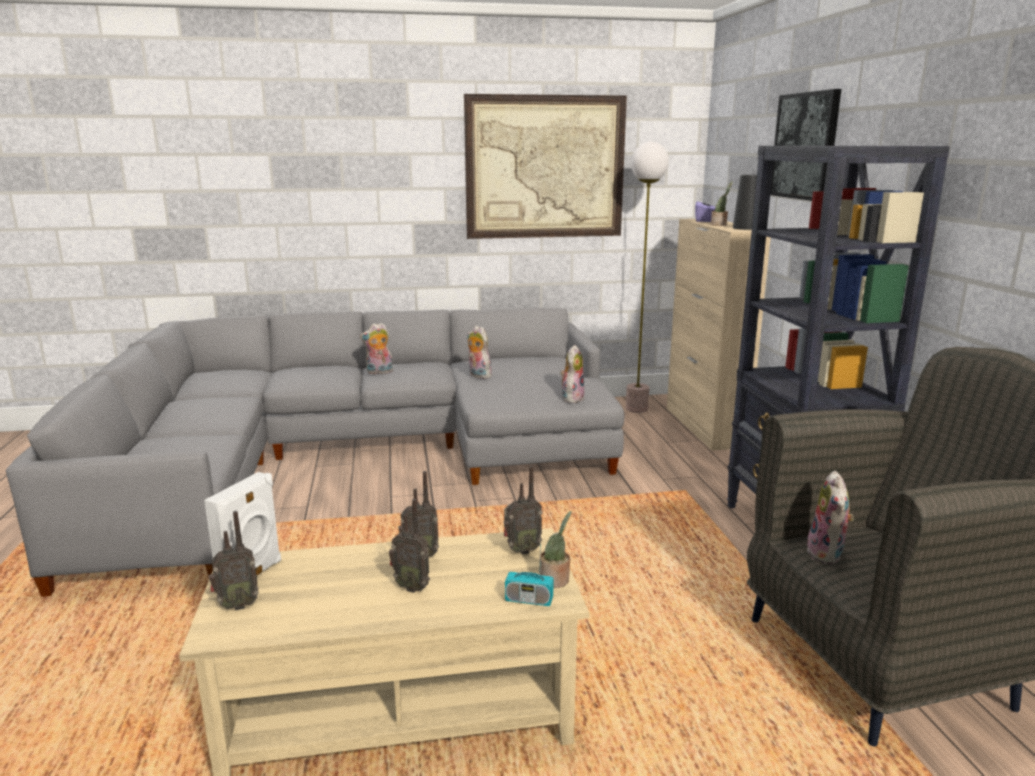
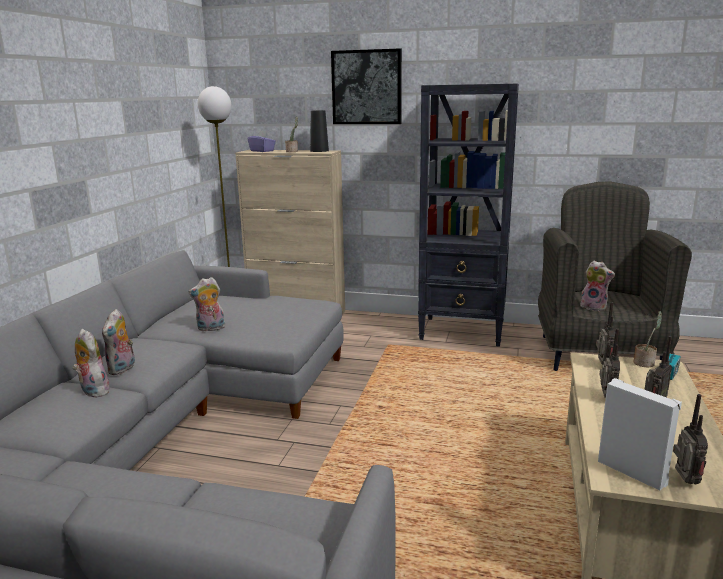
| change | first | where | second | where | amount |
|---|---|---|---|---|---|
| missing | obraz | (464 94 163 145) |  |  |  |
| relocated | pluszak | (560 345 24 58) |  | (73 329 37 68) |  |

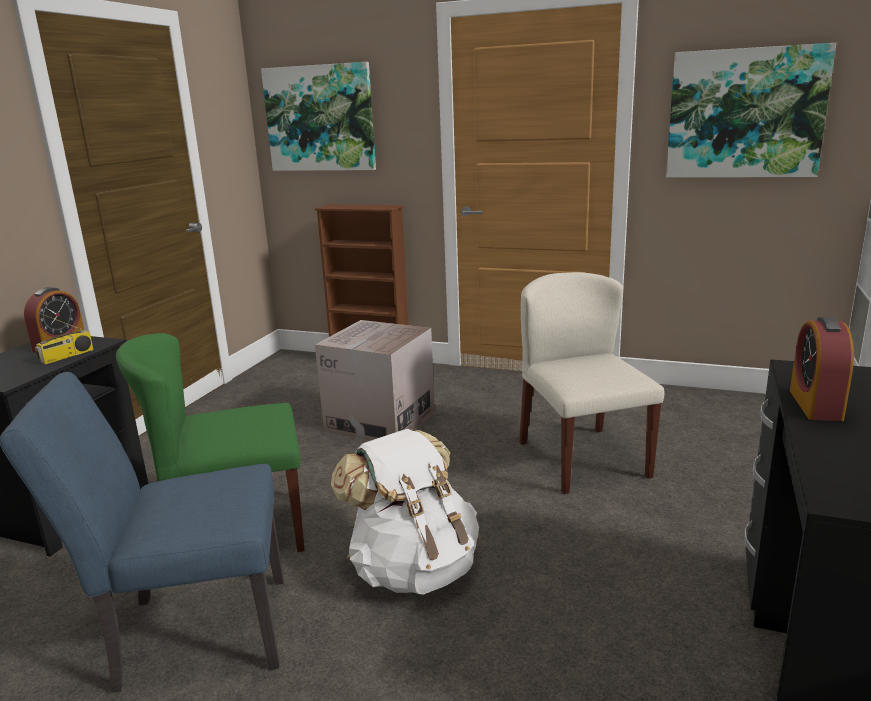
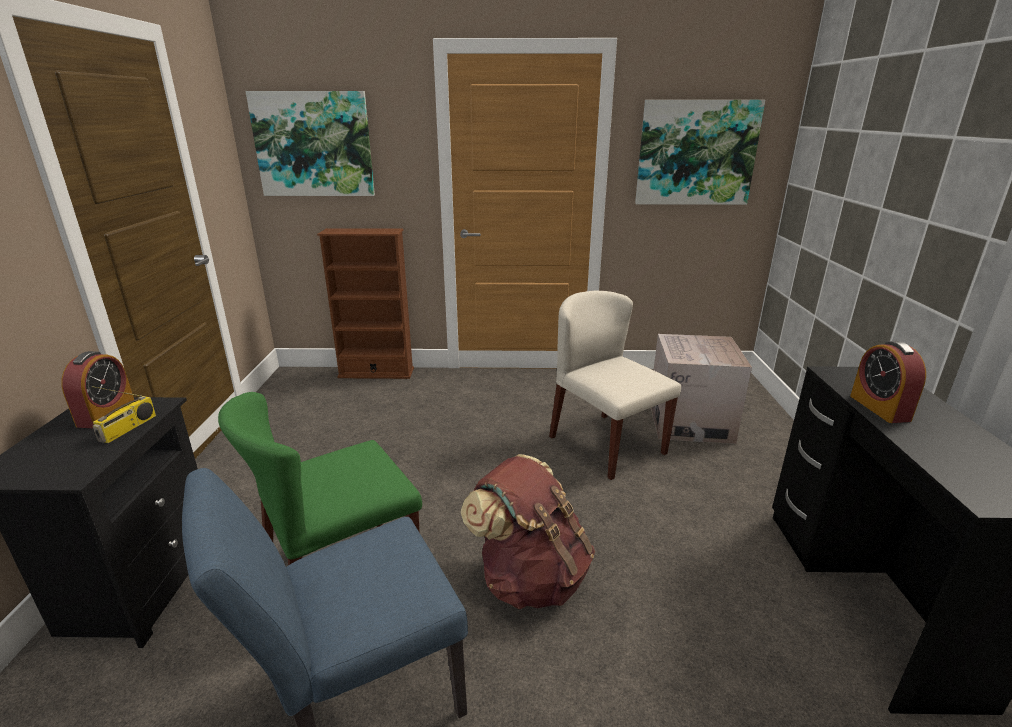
| change | first | where | second | where | amount |
|---|---|---|---|---|---|
| relocated | karton | (315 320 120 121) |  | (651 334 101 110) |  |
| colour | plecak [biały] | (331 429 148 166) | plecak [brązowy] | (460 454 135 155) |  |

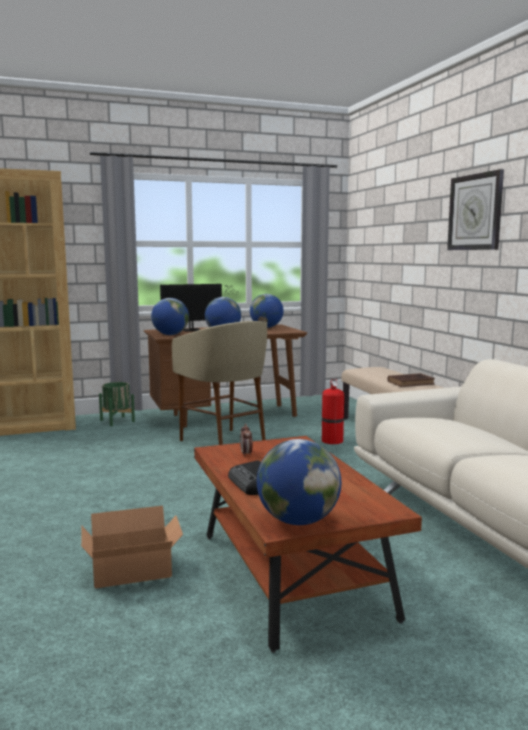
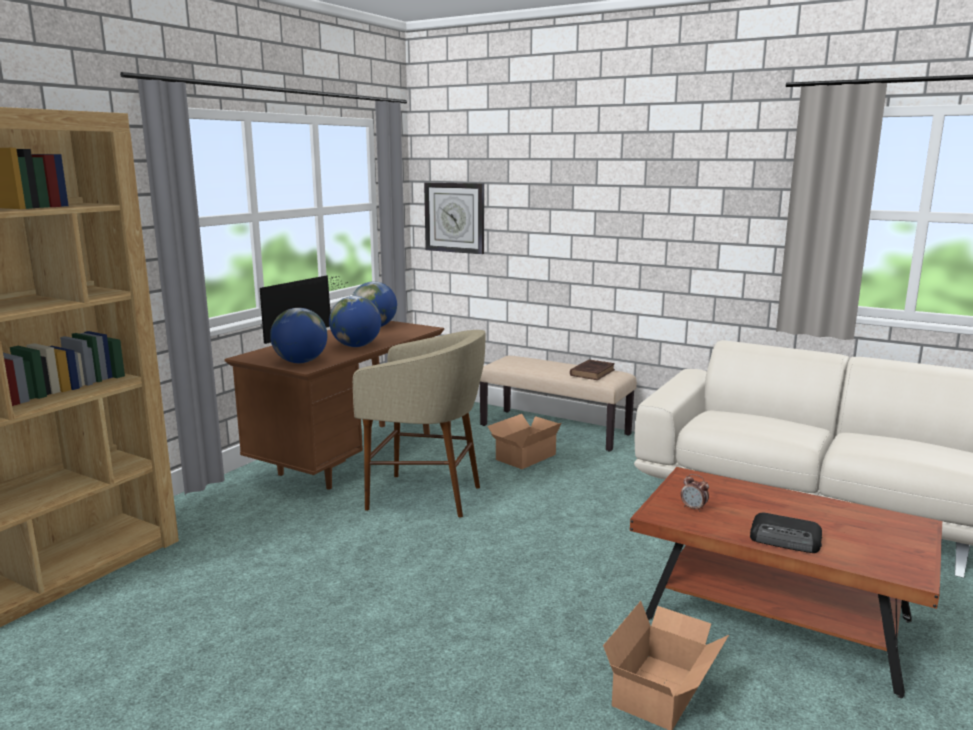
| change | first | where | second | where | amount |
|---|---|---|---|---|---|
| missing | donica [zielony] | (99 382 36 44) |  |  |  |
| missing | globus | (257 439 84 86) |  |  |  |
| relocated | zegar ścienny | (447 169 57 81) |  | (424 182 60 72) |  |
| exchanged | gaśnica | (322 379 22 65) | karton | (487 414 75 55) |  |

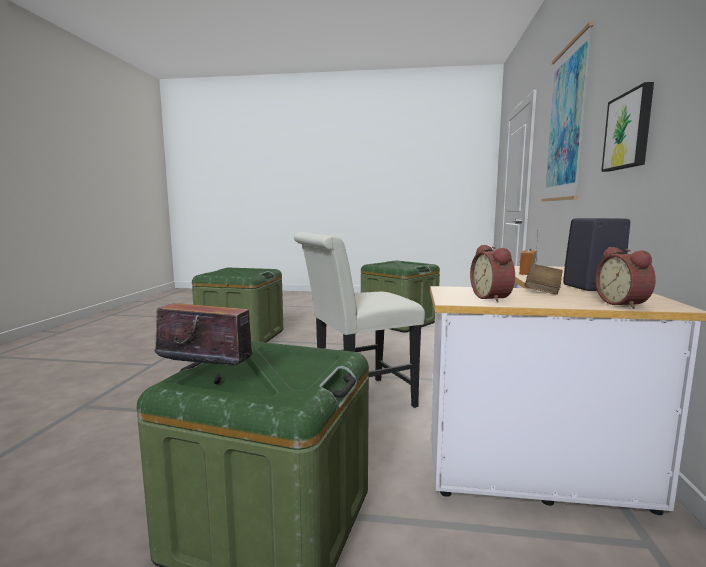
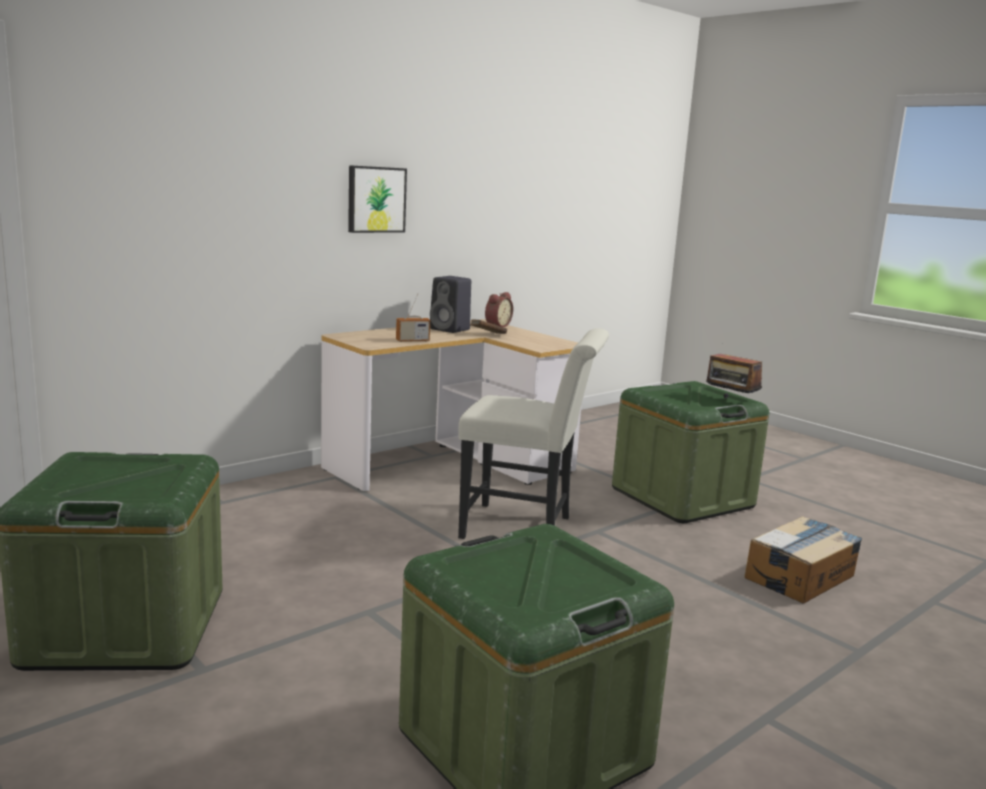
| change | first | where | second | where | amount |
|---|---|---|---|---|---|
| missing | budzik | (470 245 45 57) |  |  |  |
| missing | obraz | (541 22 53 179) |  |  |  |
| appeared |  |  | karton | (744 516 118 88) |  |

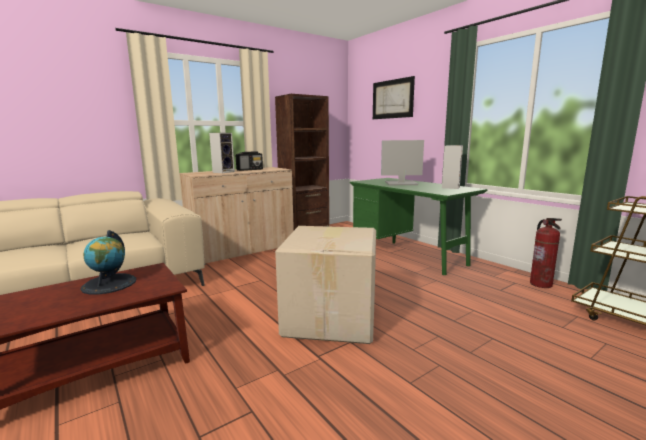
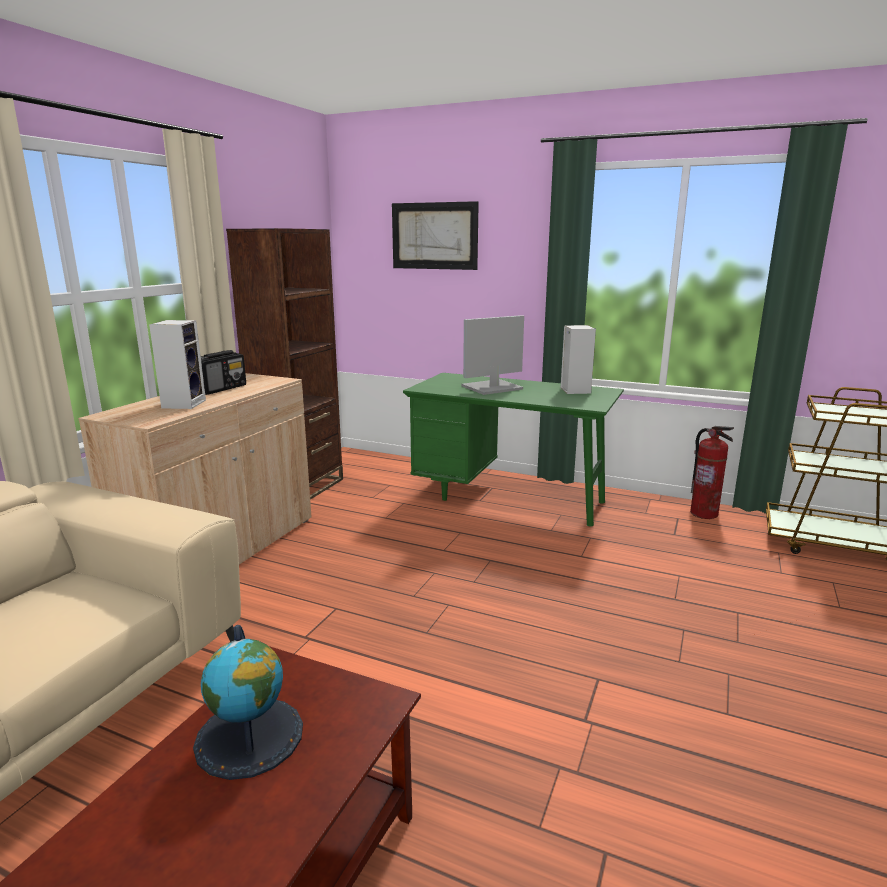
| change | first | where | second | where | amount |
|---|---|---|---|---|---|
| missing | karton | (275 226 101 118) |  |  |  |

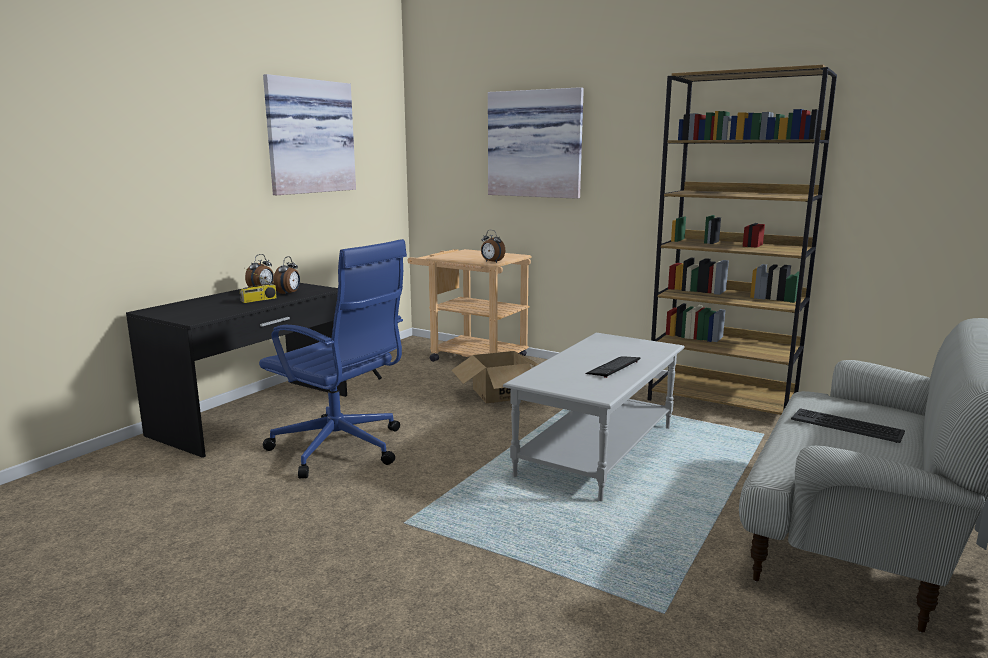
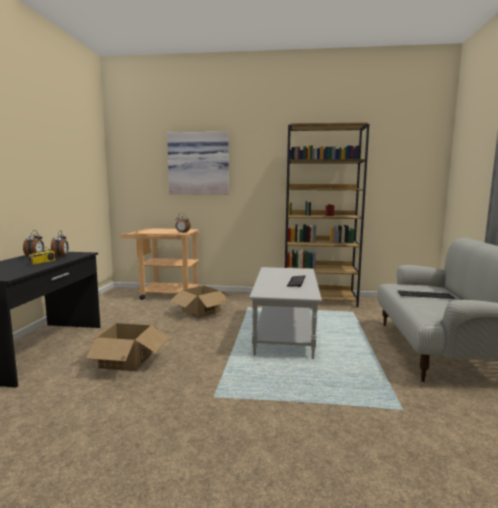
| change | first | where | second | where | amount |
|---|---|---|---|---|---|
| missing | obraz | (263 74 93 121) |  |  |  |
| exchanged | krzesło biurowe [niebieski] | (259 239 148 240) | karton | (78 323 92 48) |  |

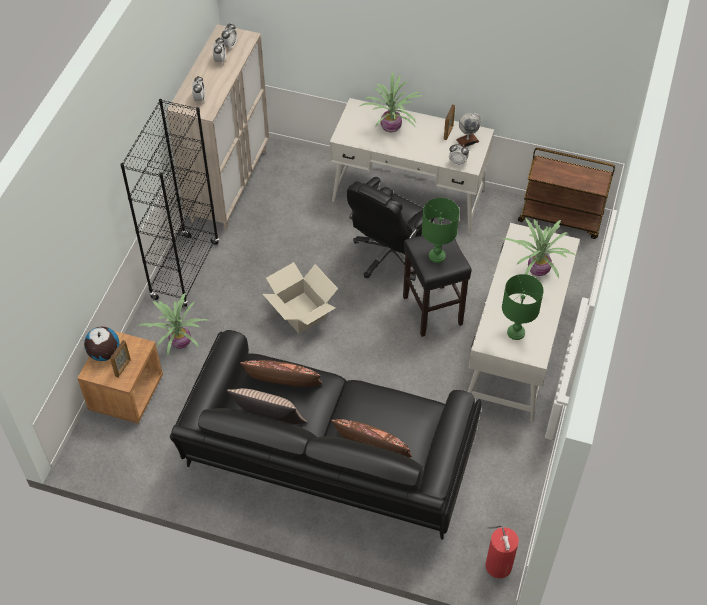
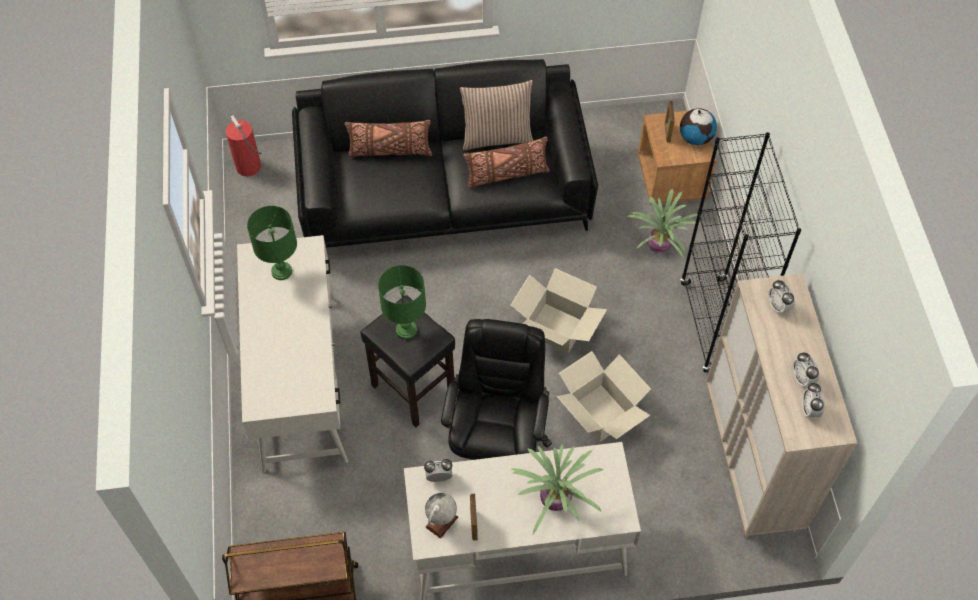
| change | first | where | second | where | amount |
|---|---|---|---|---|---|
| missing | roślina doniczkowa | (502 218 73 60) |  |  |  |
| appeared |  |  | karton | (557 351 94 91) |  |

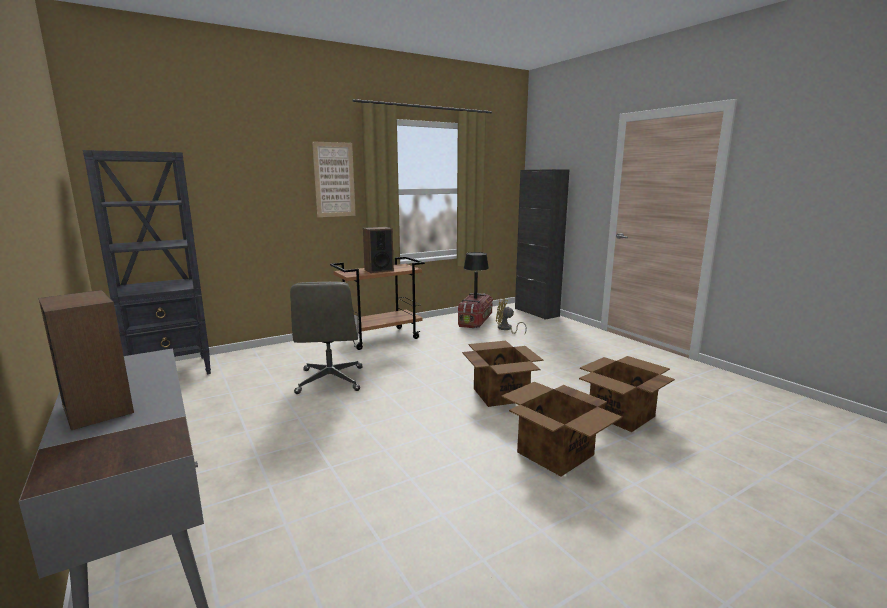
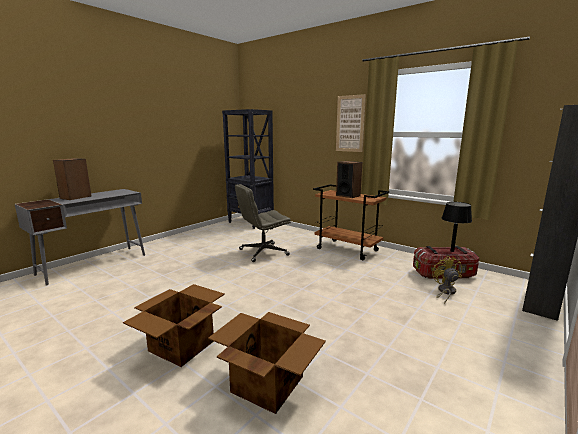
| change | first | where | second | where | amount |
|---|---|---|---|---|---|
| missing | karton | (462 341 81 66) |  |  |  |

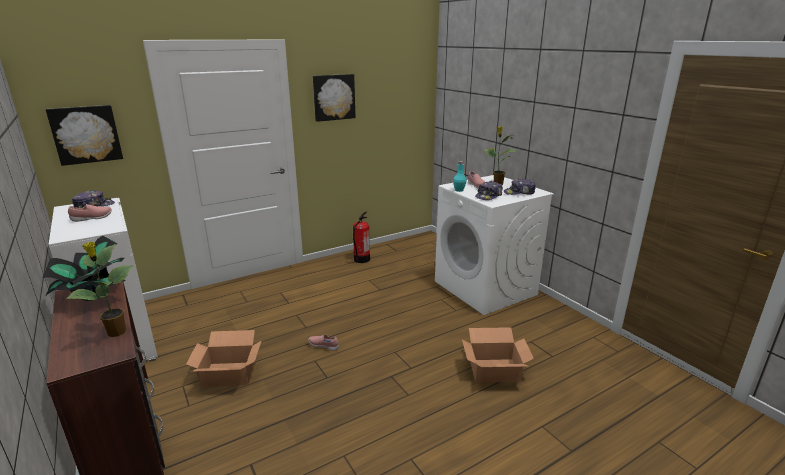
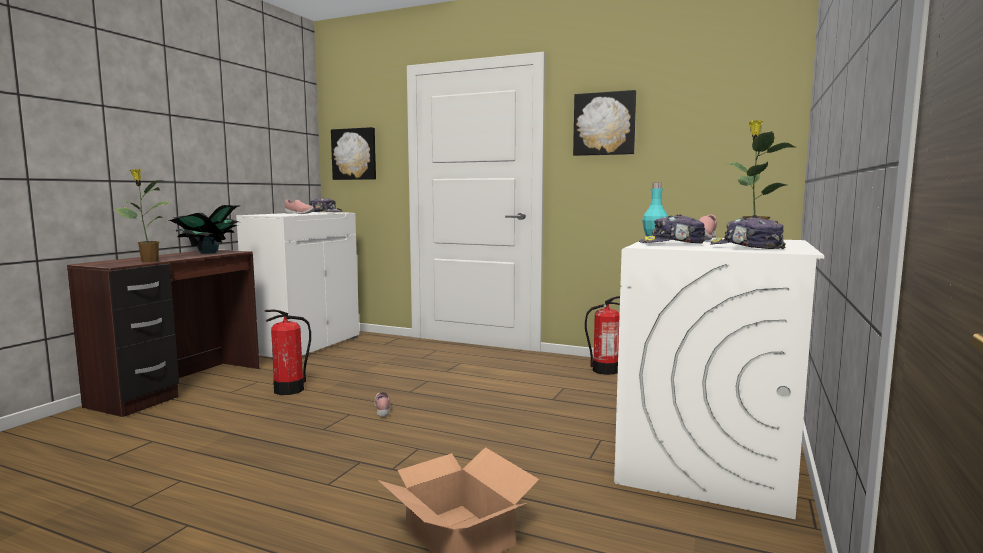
| change | first | where | second | where | amount |
|---|---|---|---|---|---|
| exchanged | karton | (186 330 75 57) | gaśnica | (265 310 46 85) |  |

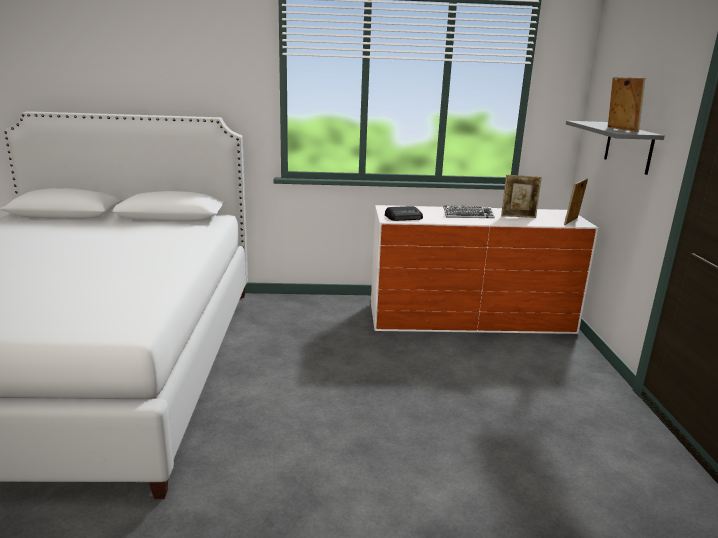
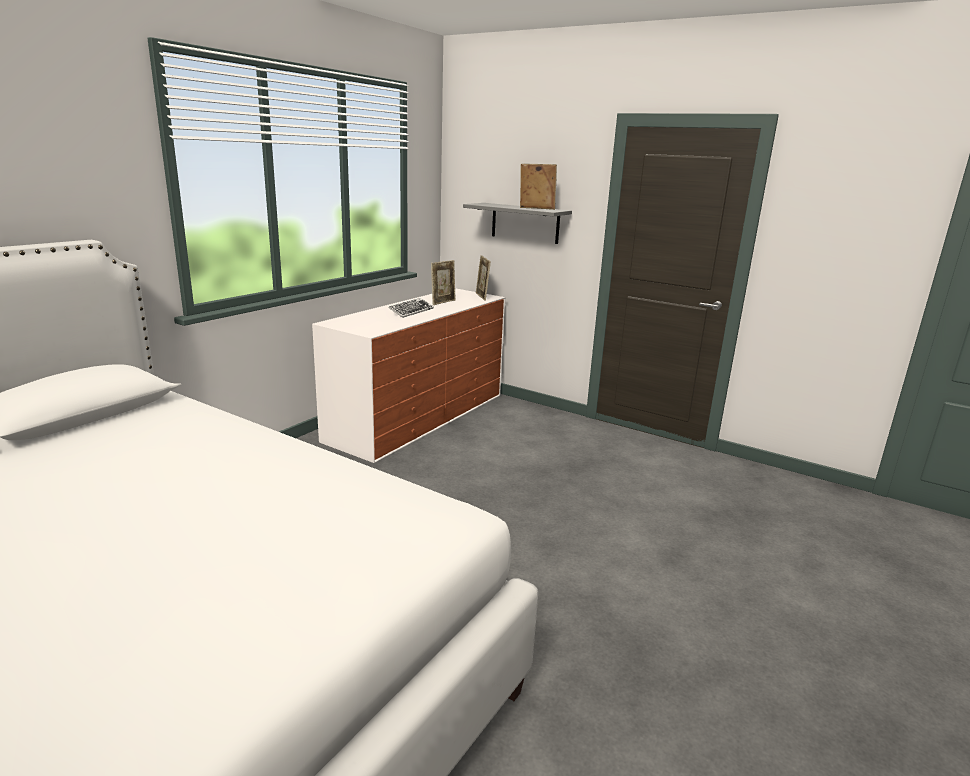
| change | first | where | second | where | amount |
|---|---|---|---|---|---|
| missing | radio | (385 206 38 15) |  |  |  |

